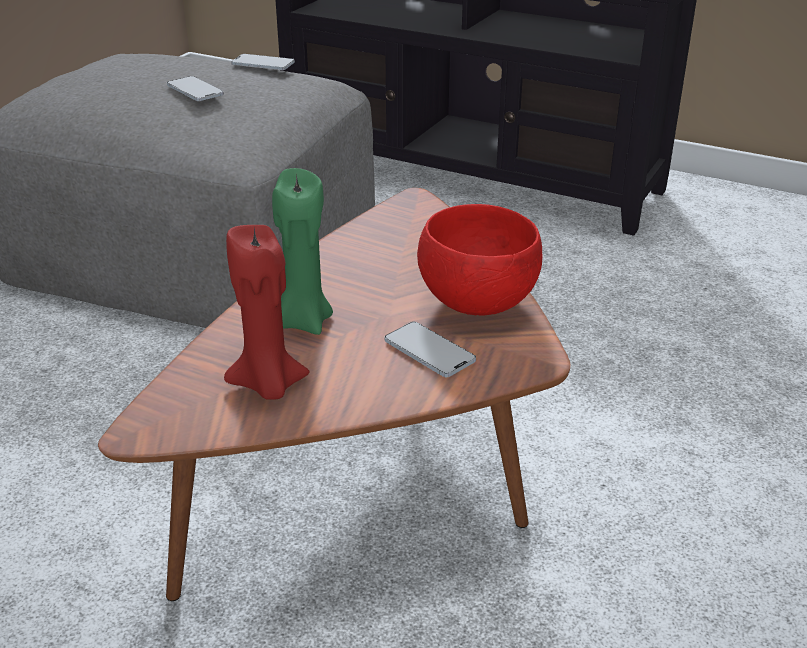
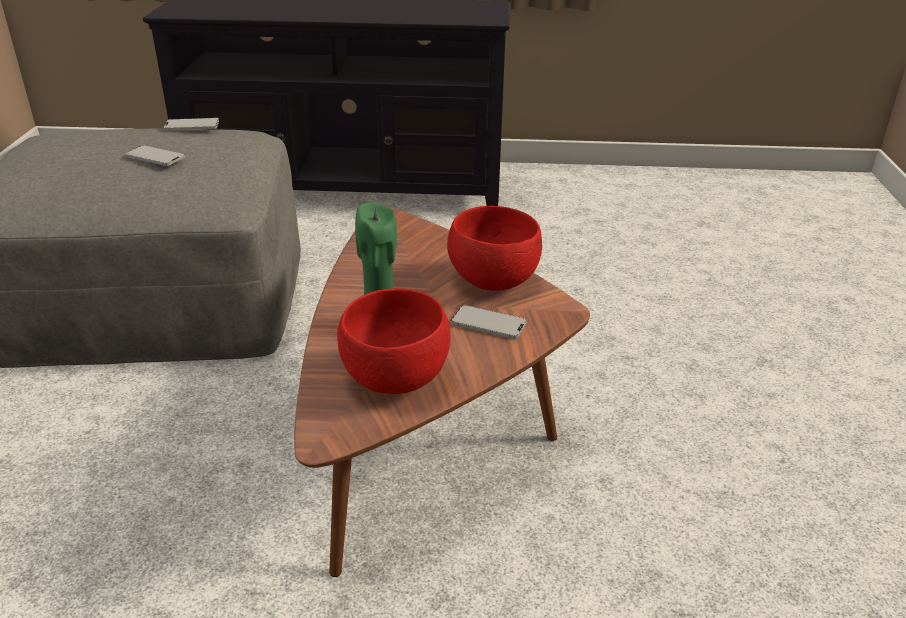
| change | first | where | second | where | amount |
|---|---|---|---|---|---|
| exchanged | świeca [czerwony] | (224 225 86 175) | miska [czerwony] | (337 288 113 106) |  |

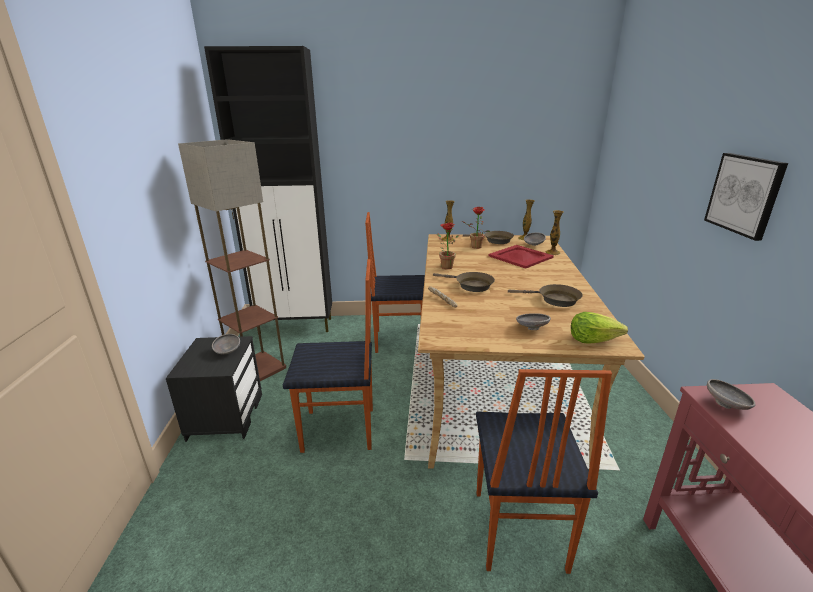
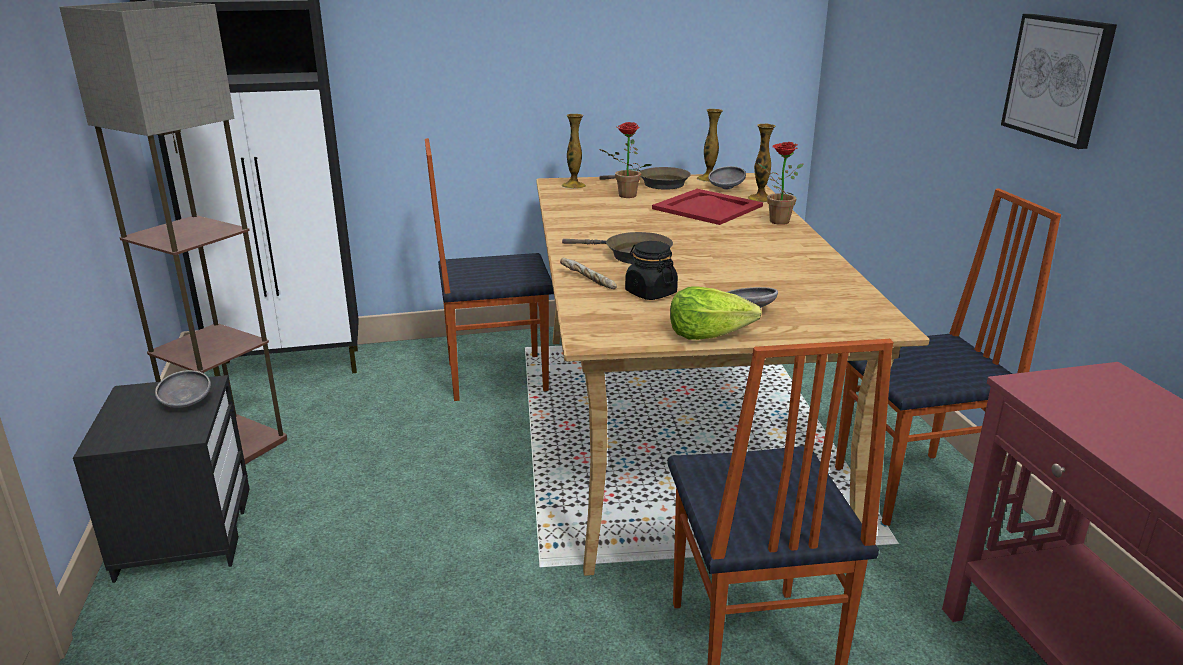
| change | first | where | second | where | amount |
|---|---|---|---|---|---|
| missing | patelnia [brązowy] | (508 284 75 23) |  |  |  |
| missing | miska [szary] | (707 379 48 31) |  |  |  |
| appeared |  |  | słoik [czarny] | (625 241 53 59) |  |
| relocated | krzesło | (283 259 90 194) |  | (835 189 226 337) |  |
| relocated | roślina doniczkowa | (437 223 22 46) |  | (758 142 45 83) |  |
| relocated | sałata | (571 312 57 32) |  | (670 286 92 54) |  |

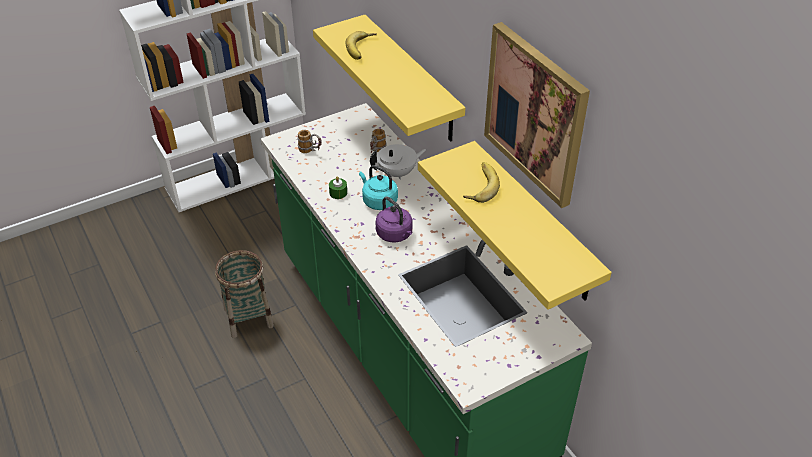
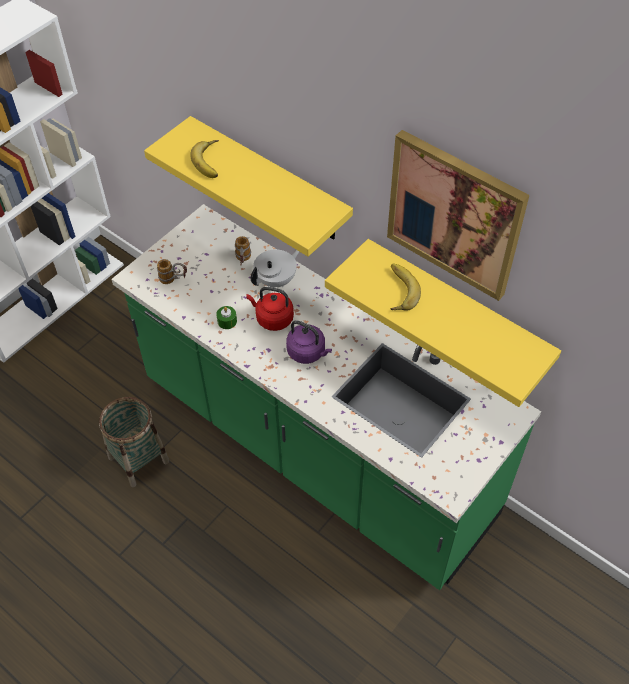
| change | first | where | second | where | amount |
|---|---|---|---|---|---|
| colour | czajnik [turkusowy] | (359 165 39 45) | czajnik [czerwony] | (246 287 48 44) |  |

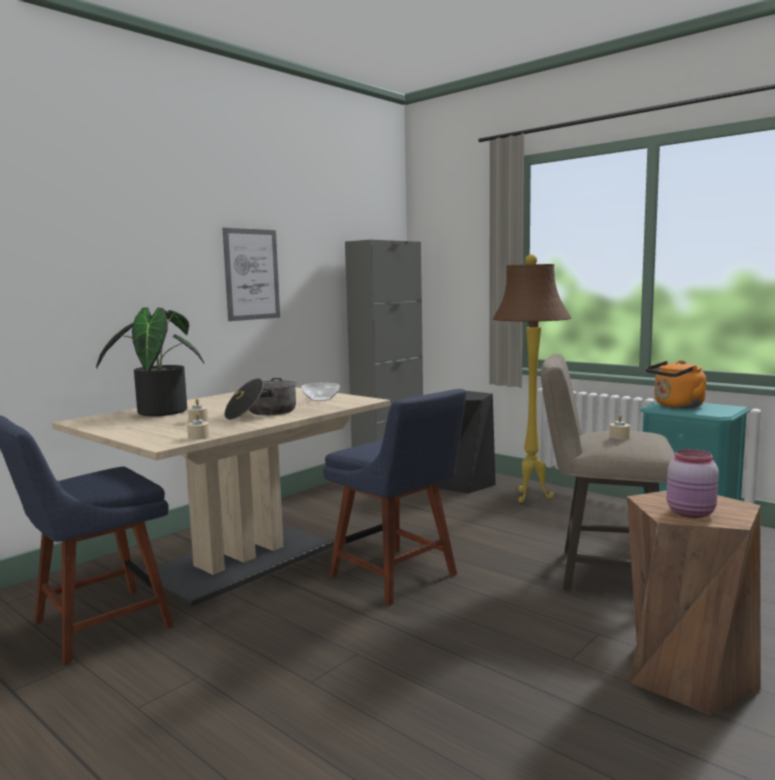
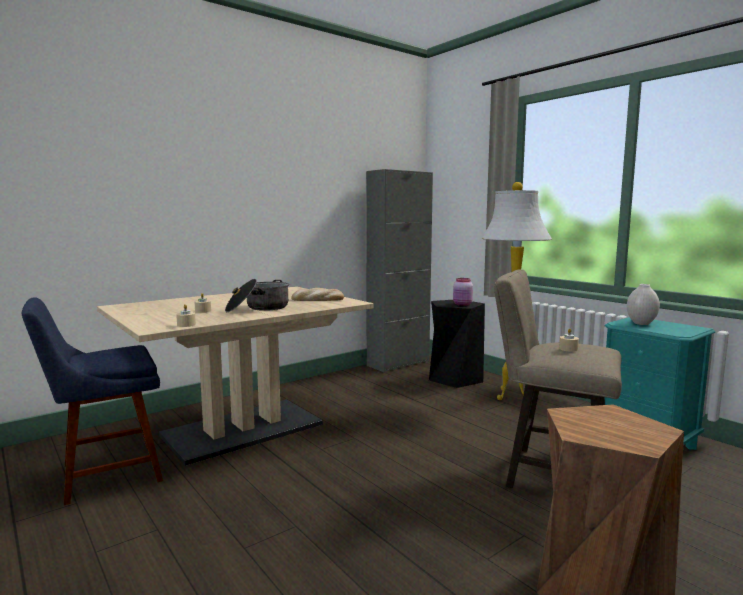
| change | first | where | second | where | amount |
|---|---|---|---|---|---|
| missing | roślina doniczkowa | (96 307 108 109) |  |  |  |
| missing | obraz | (223 228 57 93) |  |  |  |
| missing | krzesło [niebieski] | (323 389 143 217) |  |  |  |
| relocated | słoik [różowy] | (666 449 53 69) |  | (453 278 20 28) |  |
| exchanged | miska | (301 383 38 18) | chleb | (291 288 53 13) |  |
| exchanged | czajnik [pomarańczowy] | (646 360 61 48) | wazon [biały] | (627 284 33 41) |  |
| colour | lampa stojąca [brązowy] | (493 254 78 249) | lampa stojąca [biały] | (482 182 70 218) |  |

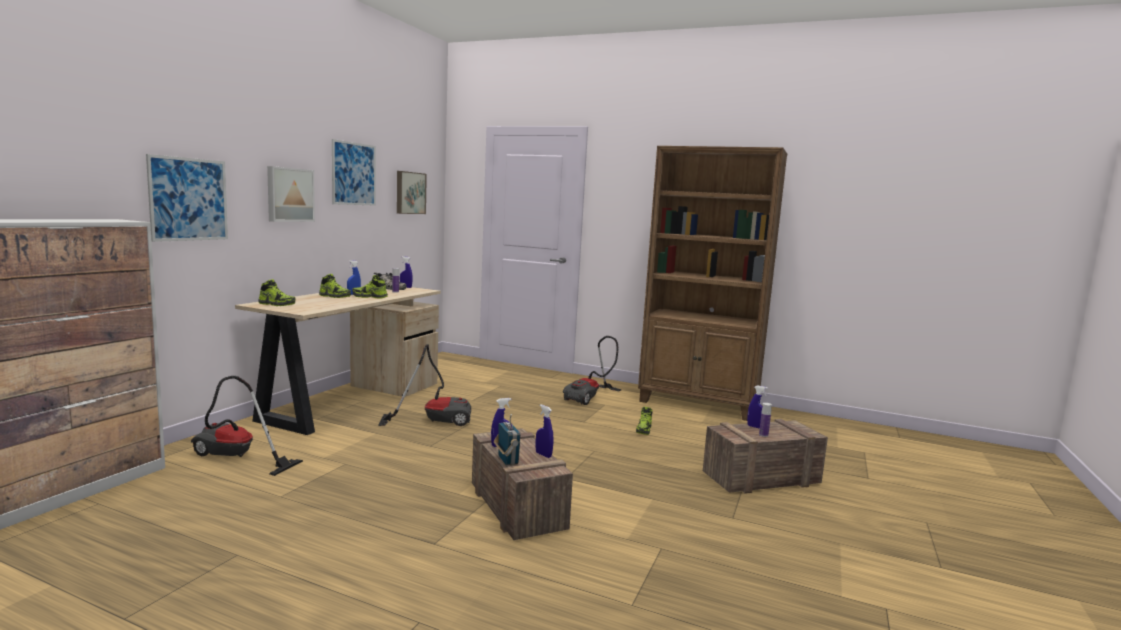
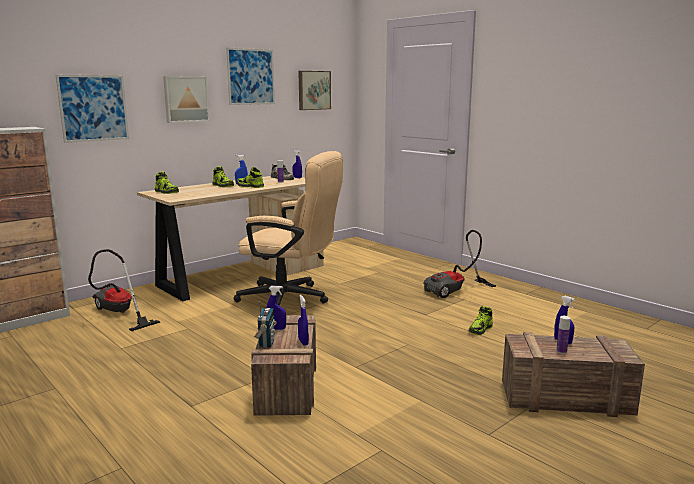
| change | first | where | second | where | amount |
|---|---|---|---|---|---|
| missing | regał [brązowy] | (638 146 149 275) |  |  |  |
| exchanged | odkurzacz | (378 344 93 82) | krzesło biurowe [beżowy] | (233 151 110 155) |  |

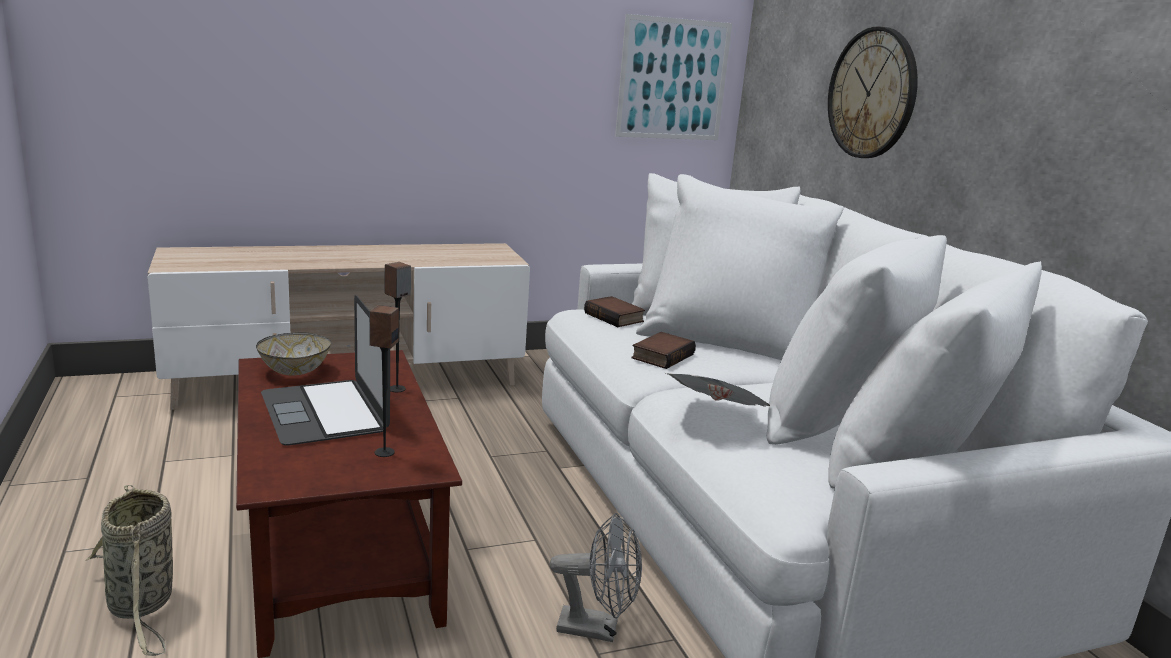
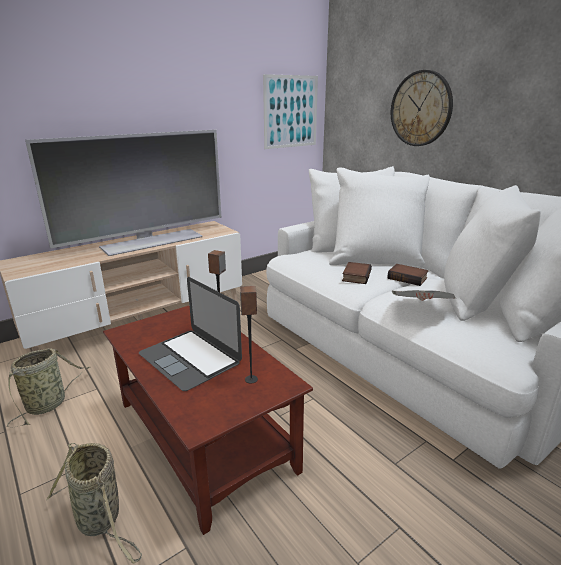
| change | first | where | second | where | amount |
|---|---|---|---|---|---|
| missing | miska | (256 332 75 43) |  |  |  |
| missing | wentylator [szary] | (550 513 92 129) |  |  |  |
| appeared |  |  | koszyk | (7 349 83 78) |  |
| appeared |  |  | telewizor | (25 130 196 126) |  |
| relocated | książka | (584 296 61 31) |  | (387 264 42 22) |  |

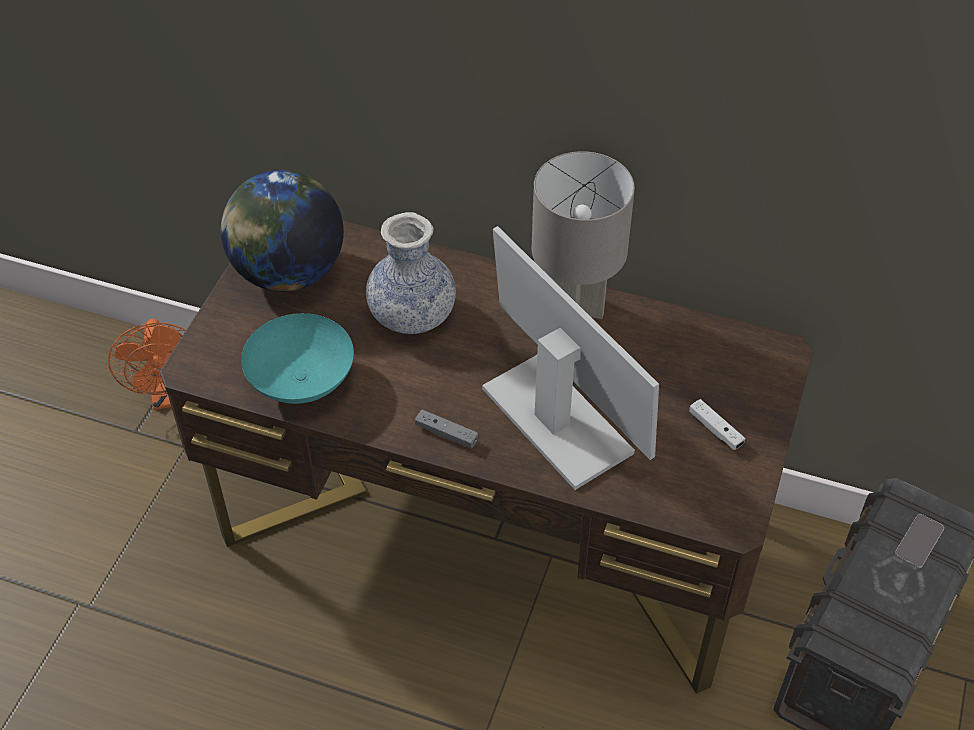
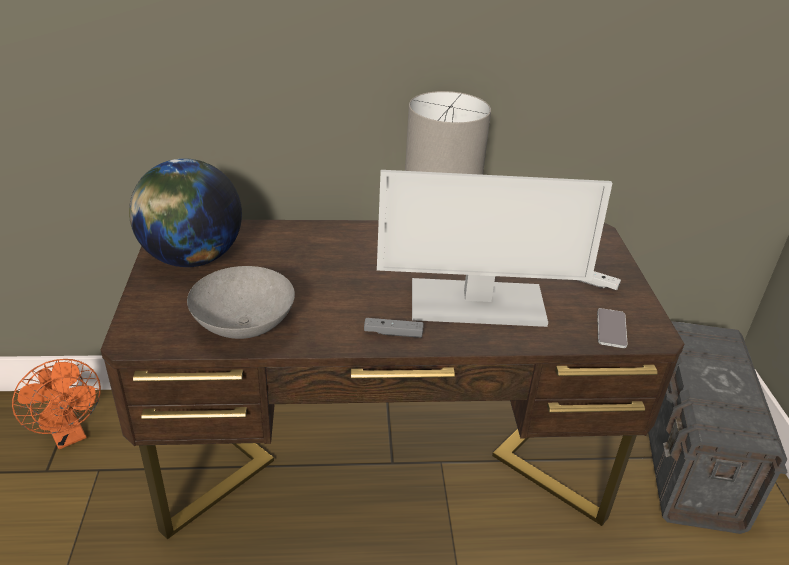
| change | first | where | second | where | amount |
|---|---|---|---|---|---|
| missing | wazon | (366 212 90 122) |  |  |  |
| relocated | telefon | (895 514 49 54) |  | (597 308 31 40) |  |
| colour | miska [turkusowy] | (241 313 113 91) | miska [szary] | (187 266 108 73) |  |
| spun | monitor | (482 226 177 264) |  | (377 170 235 157) | 150 degrees clockwise |

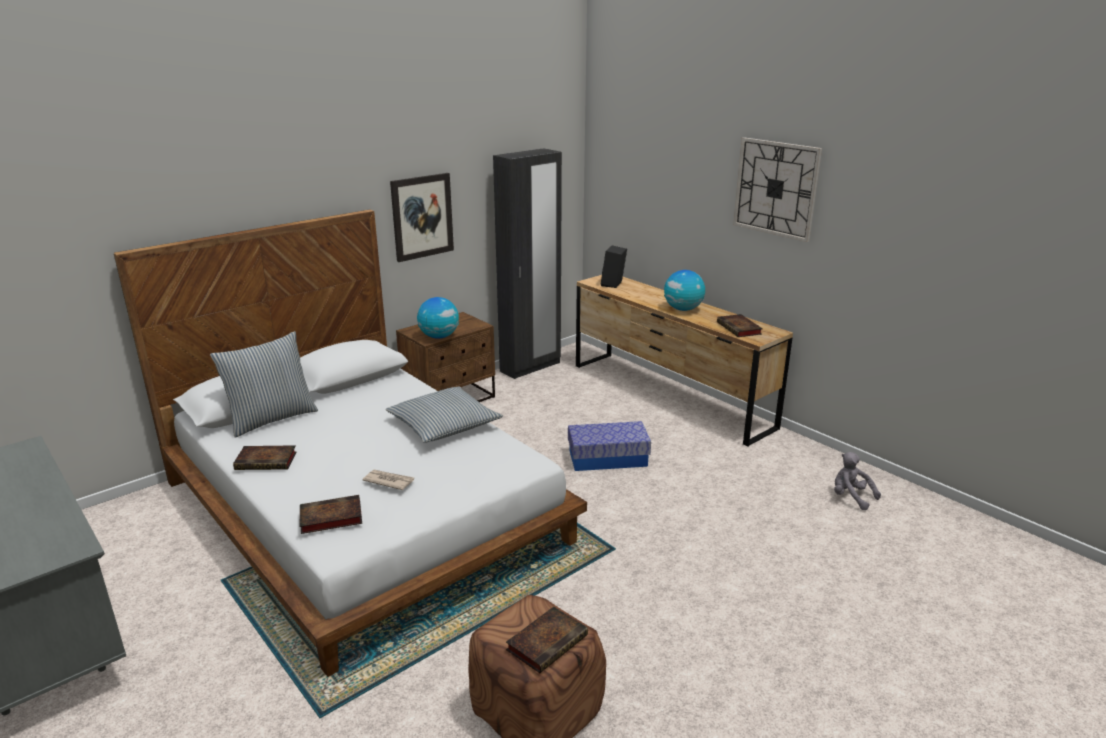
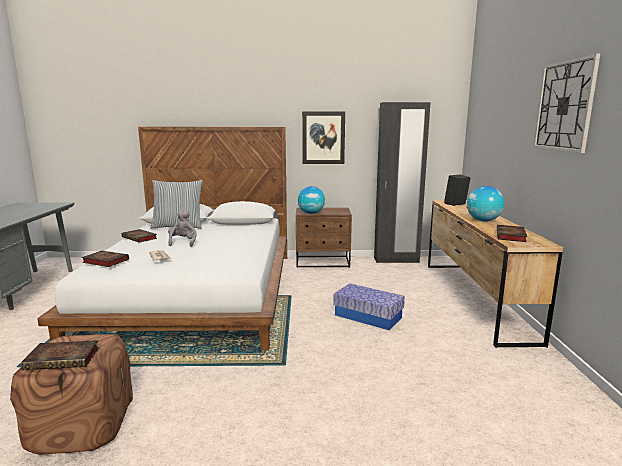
| change | first | where | second | where | amount |
|---|---|---|---|---|---|
| missing | poduszka | (386 386 117 57) |  |  |  |
| relocated | pluszak [szary] | (834 452 47 58) |  | (168 209 29 38) |  |

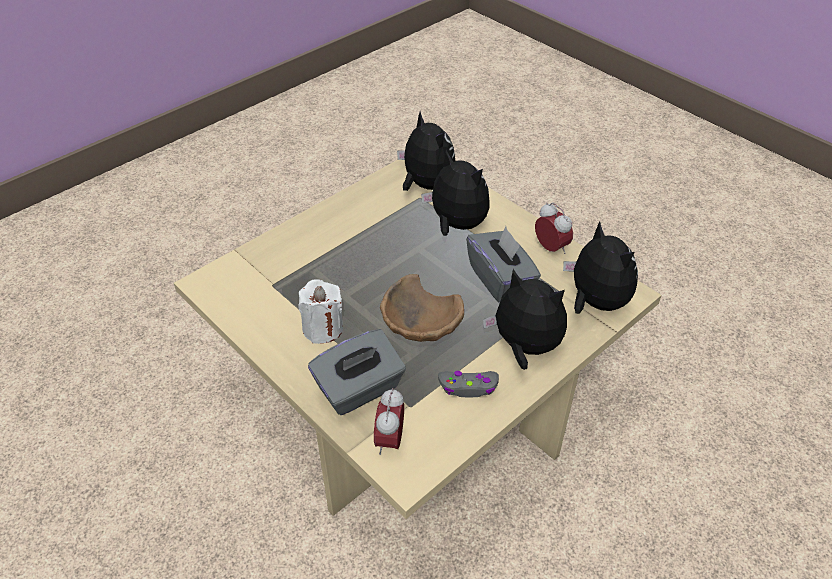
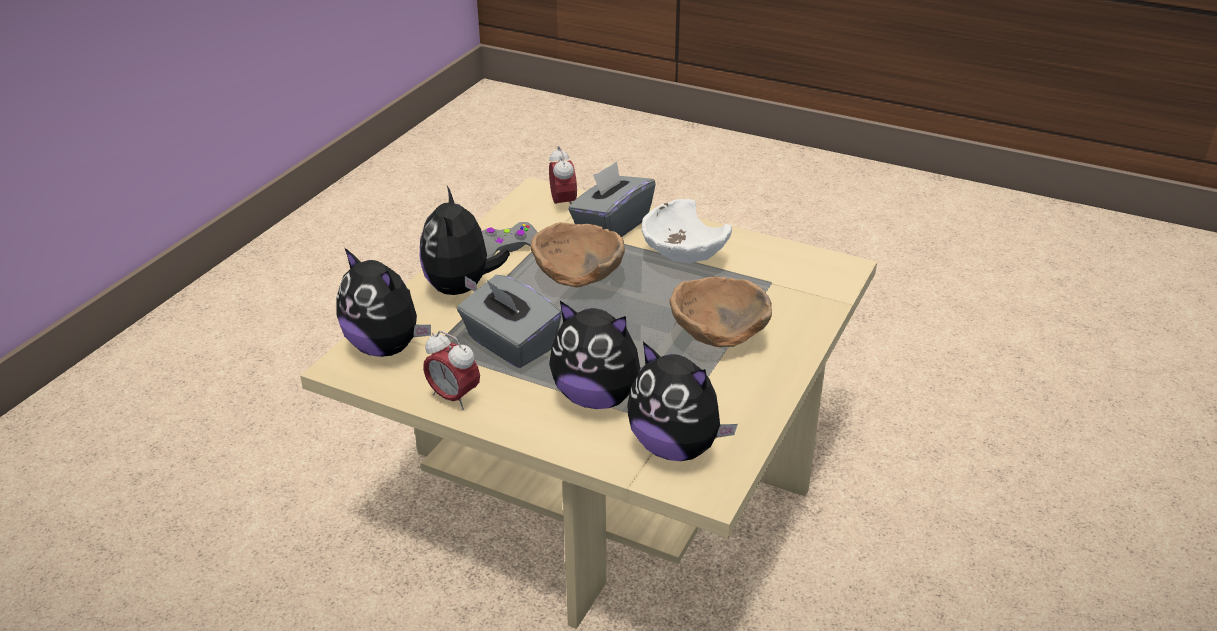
| change | first | where | second | where | amount |
|---|---|---|---|---|---|
| appeared |  |  | miska [brązowy] | (670 276 102 71) |  |
| exchanged | świeca [biały] | (299 279 44 65) | miska [biały] | (642 199 90 64) |  |
| spun | pluszak | (483 269 84 101) |  | (420 186 90 109) | 75 degrees clockwise |

